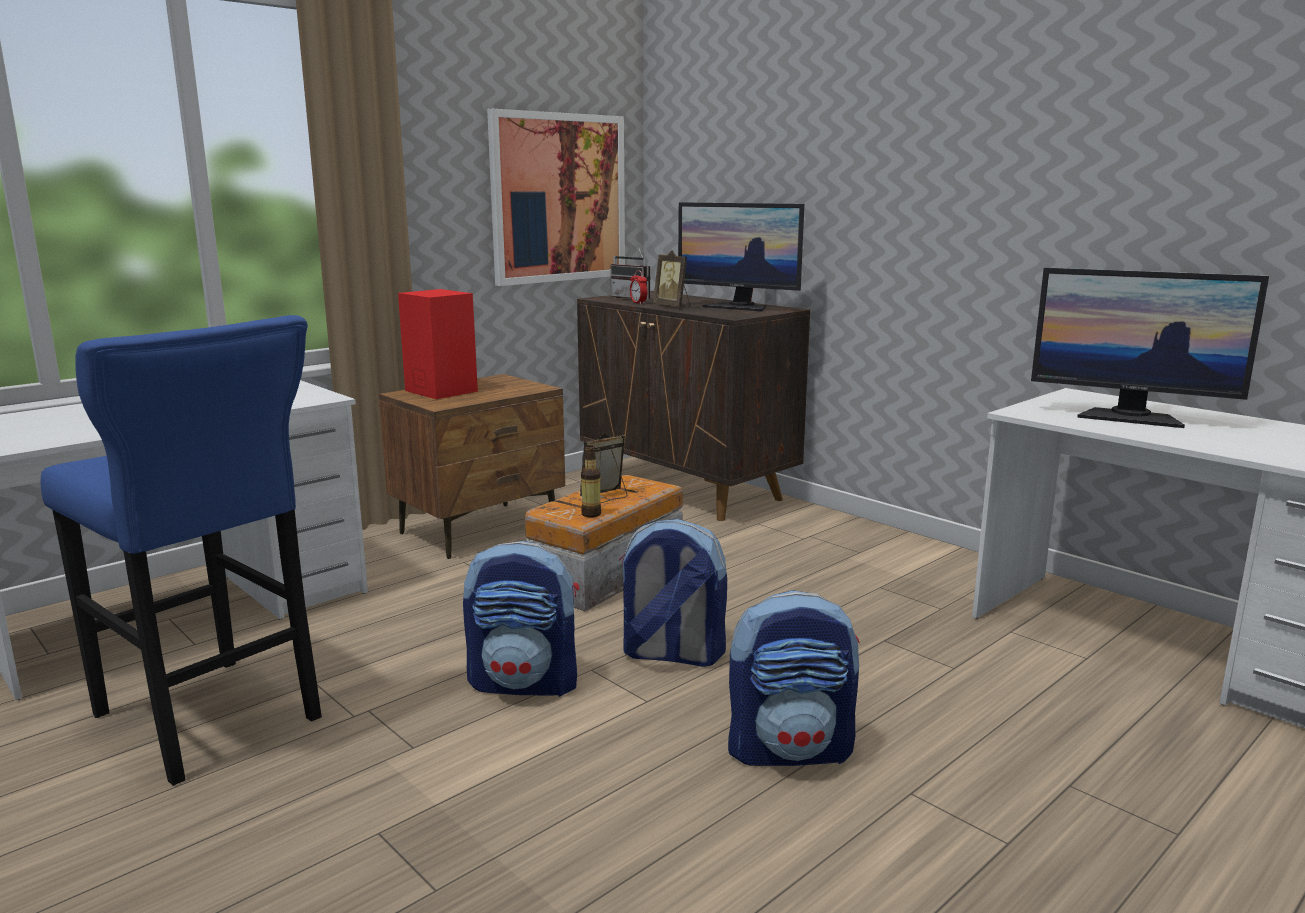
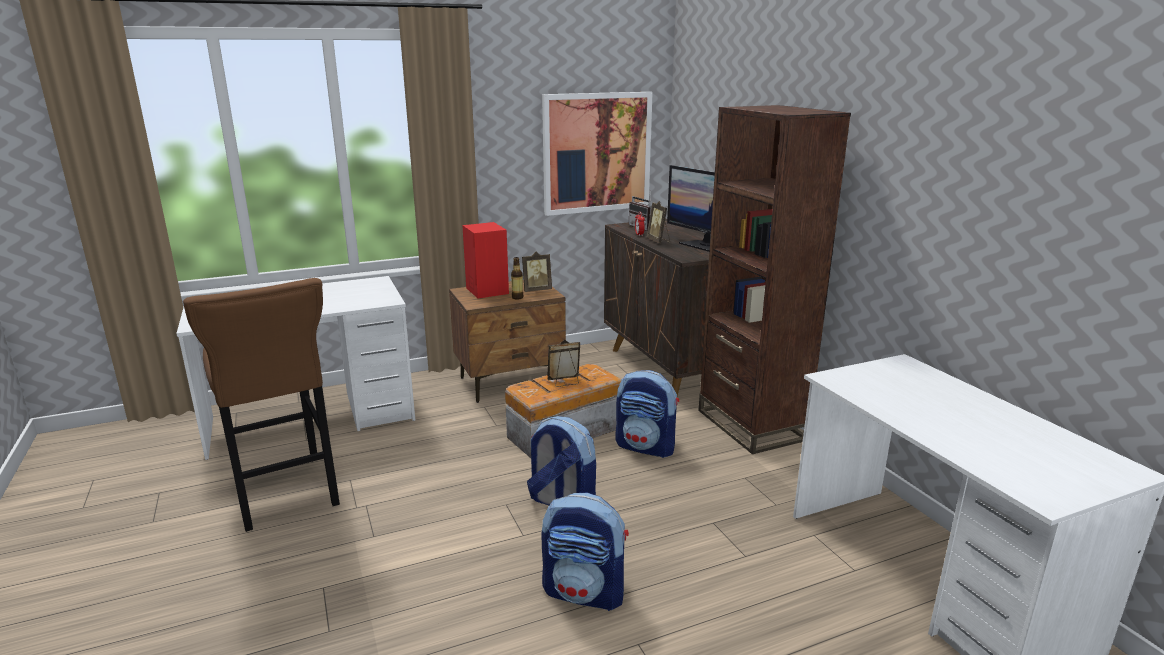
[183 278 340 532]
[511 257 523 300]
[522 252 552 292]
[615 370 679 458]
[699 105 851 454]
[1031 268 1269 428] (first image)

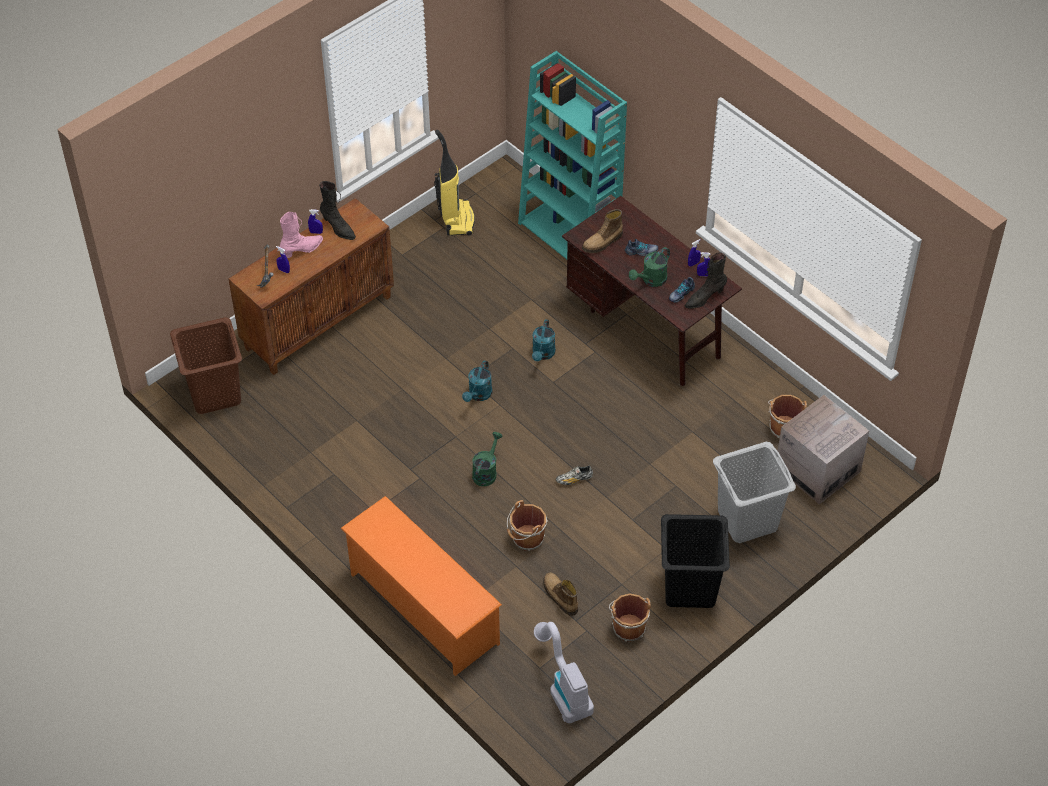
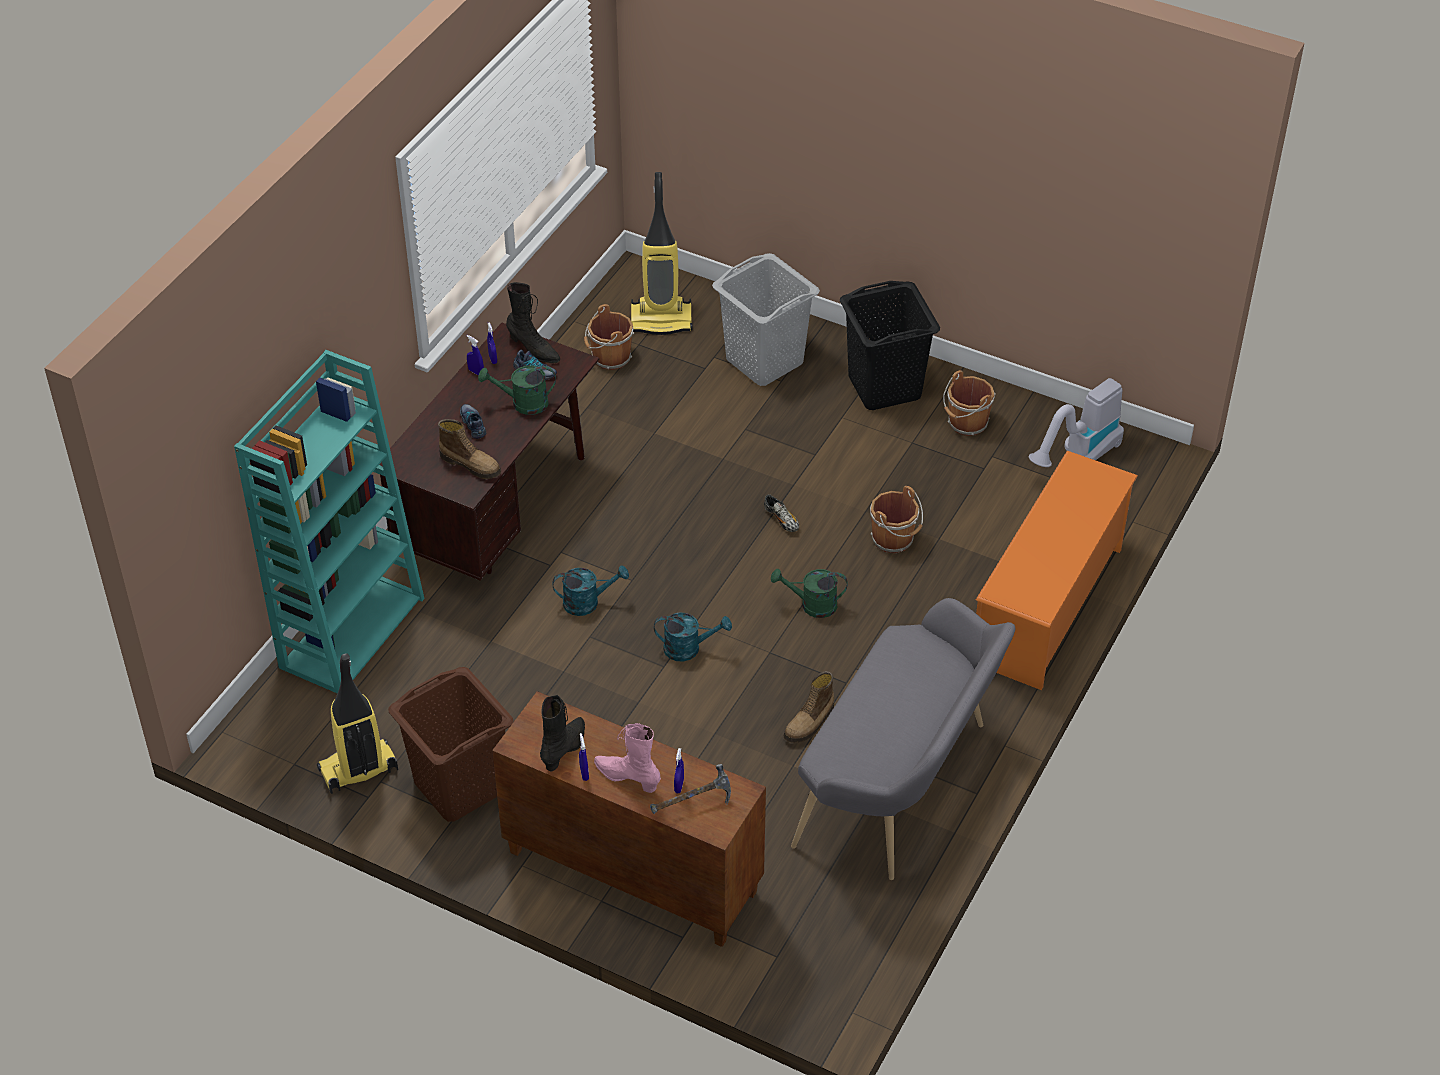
[388 667 513 822]
[478 365 556 415]
[631 172 693 335]
[783 671 834 743]
[791 598 1015 880]

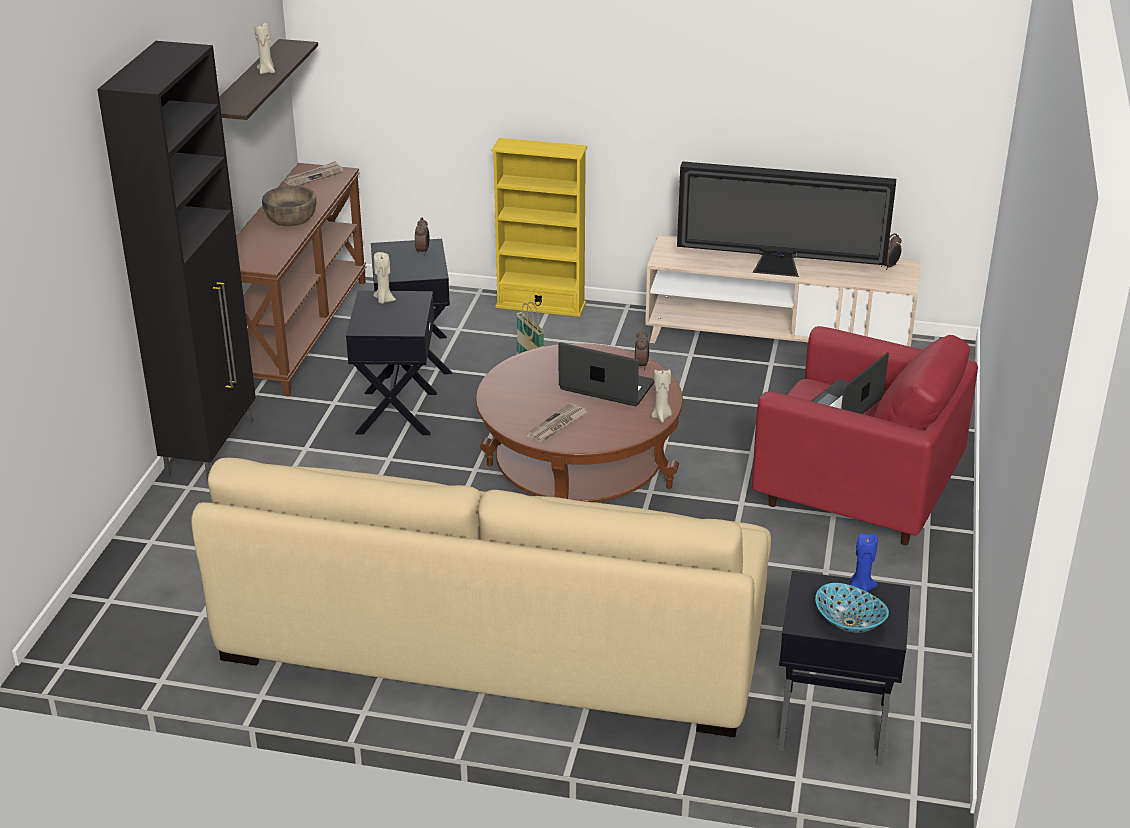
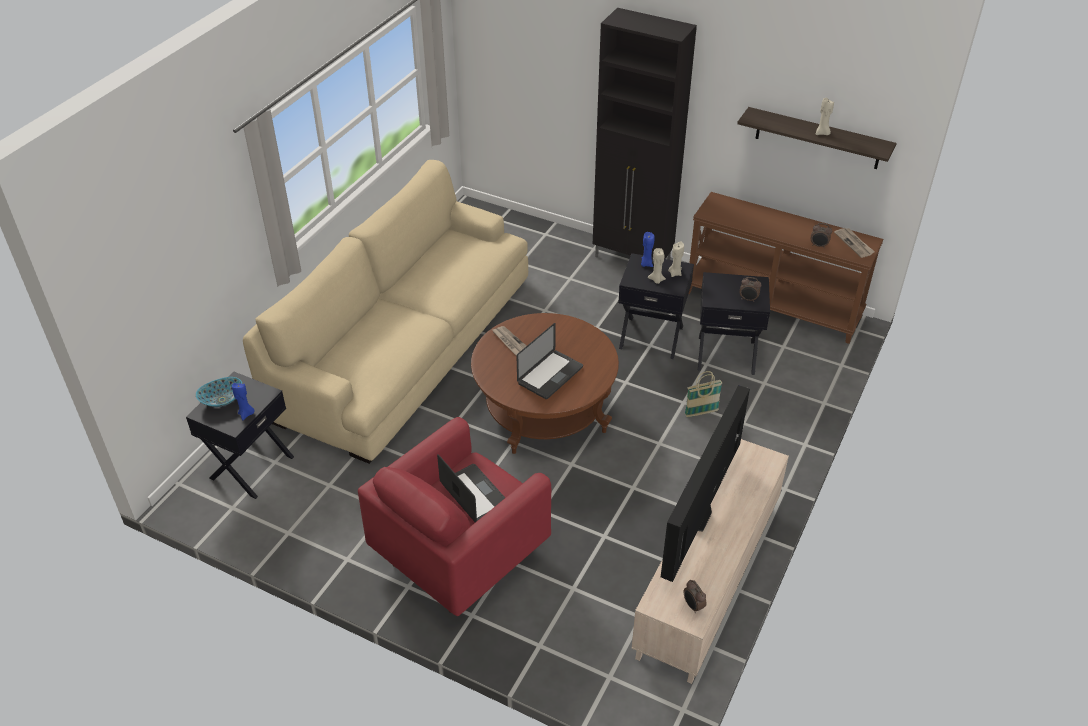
[641 232 655 267]
[648 248 666 284]
[811 223 832 247]
[262 186 317 226] (first image)
[491 138 587 317] (first image)

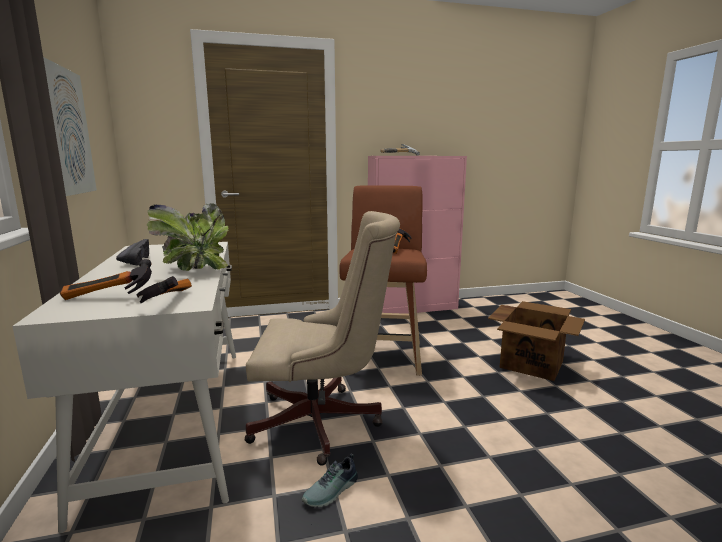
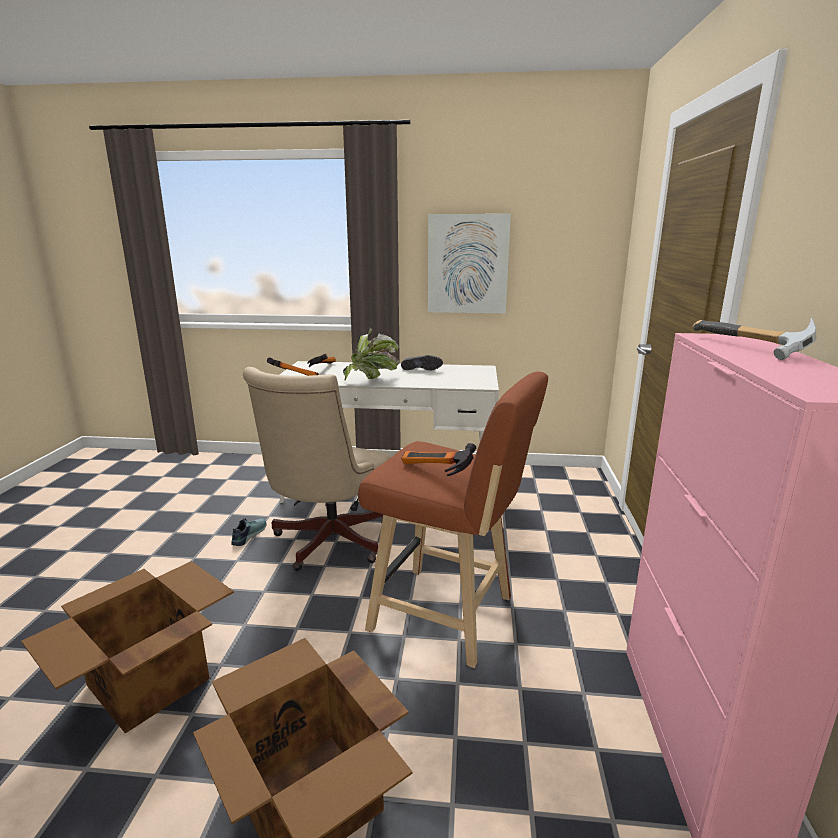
[21 561 234 734]
[231 518 266 546]

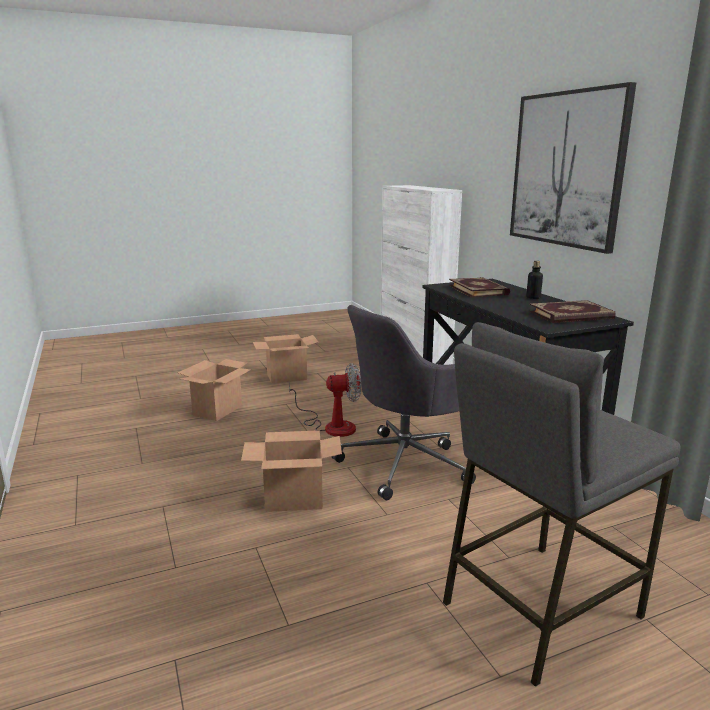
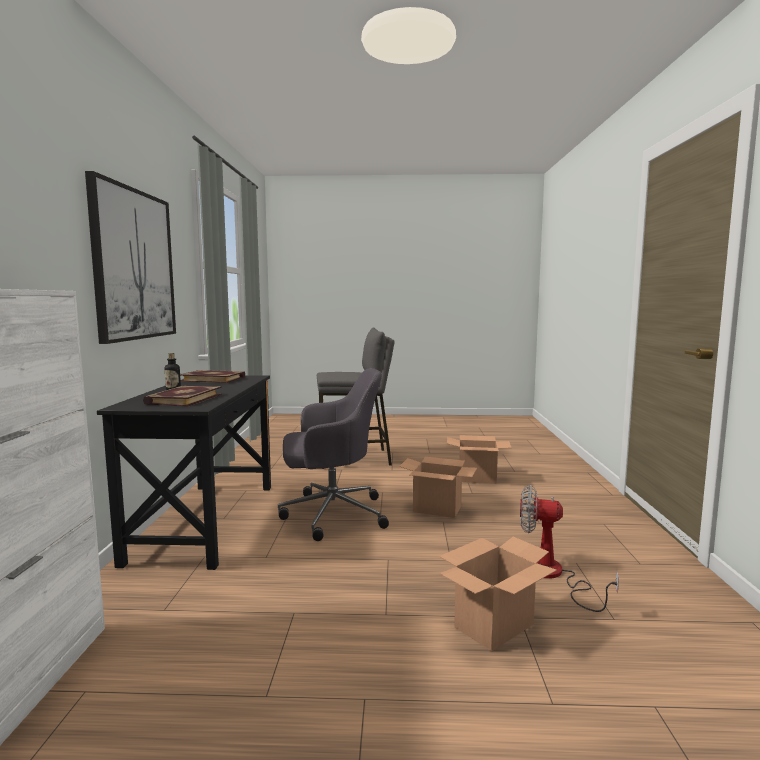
[447 435 511 484]
[520 485 619 612]

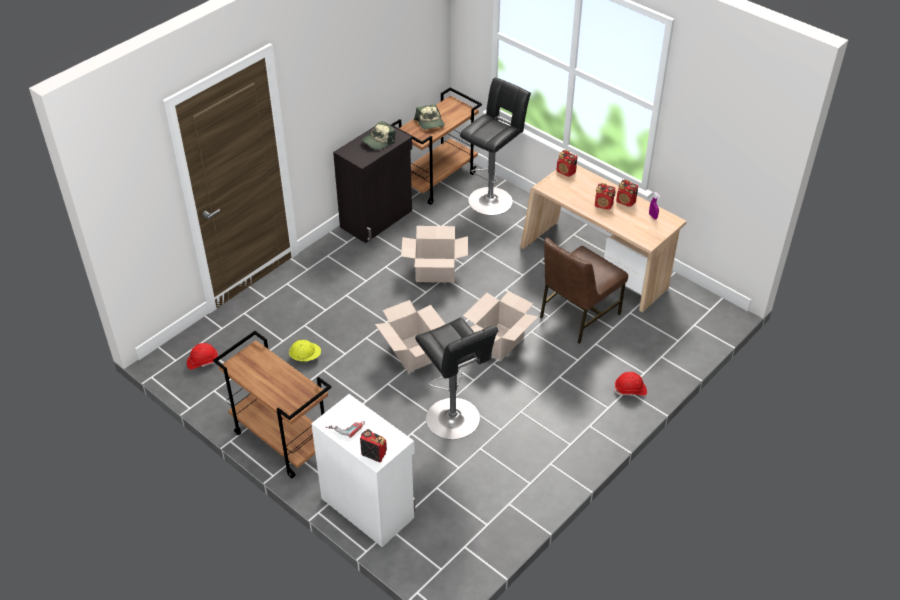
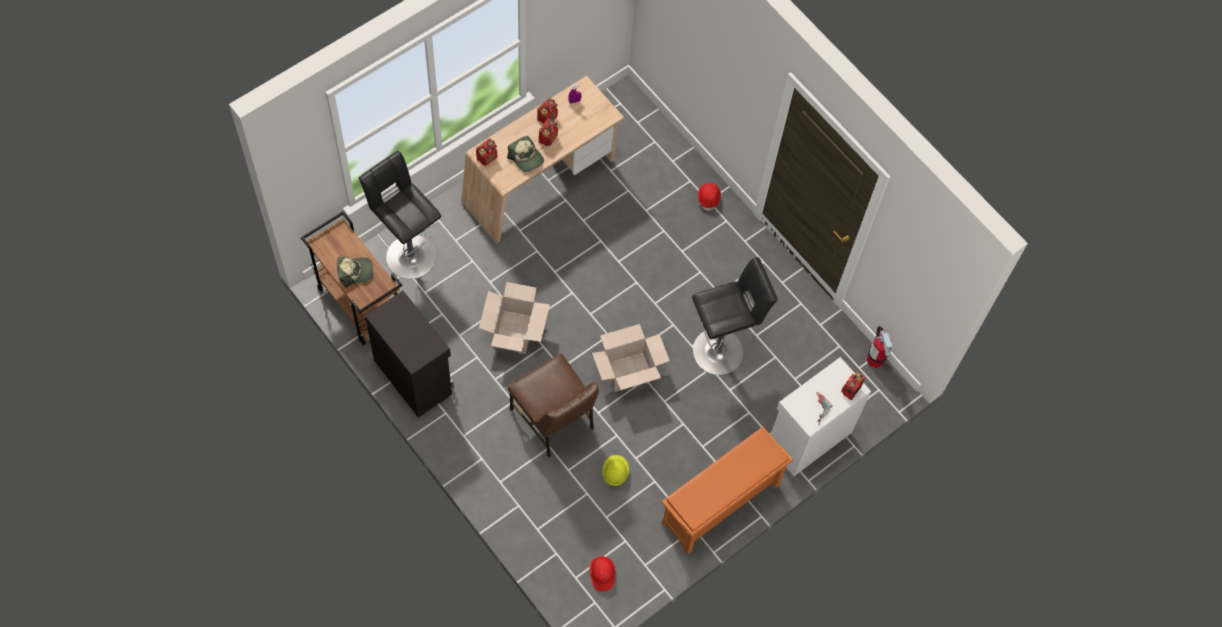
[507 136 544 172]
[508 354 599 457]
[662 427 793 555]
[867 326 893 368]
[463 291 538 361] (first image)

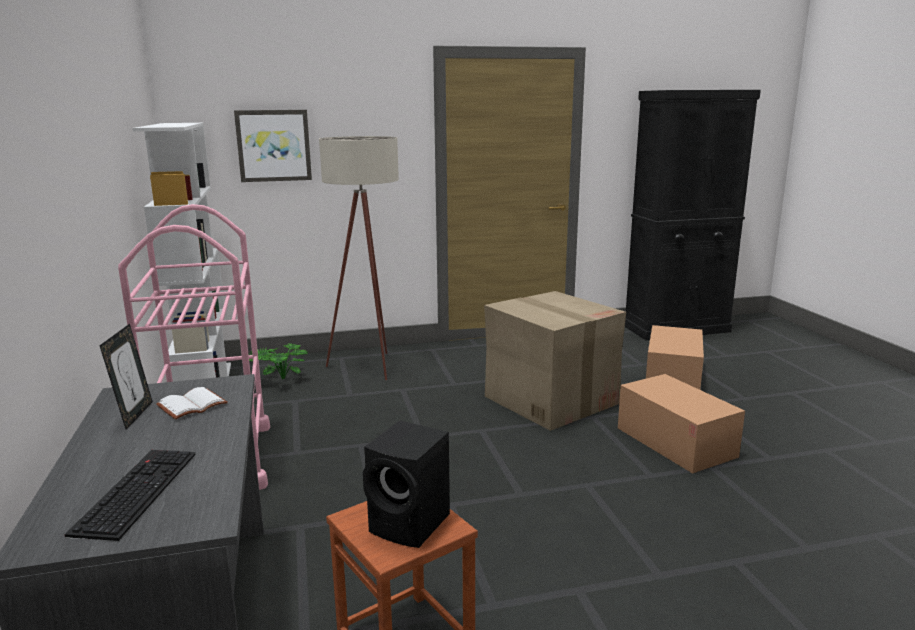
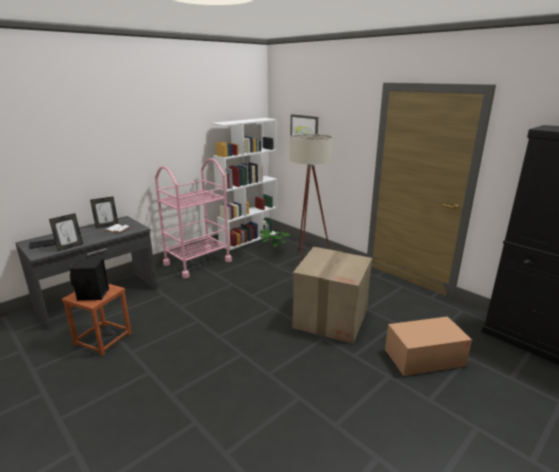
[49 213 83 251]
[618 374 745 473] (first image)

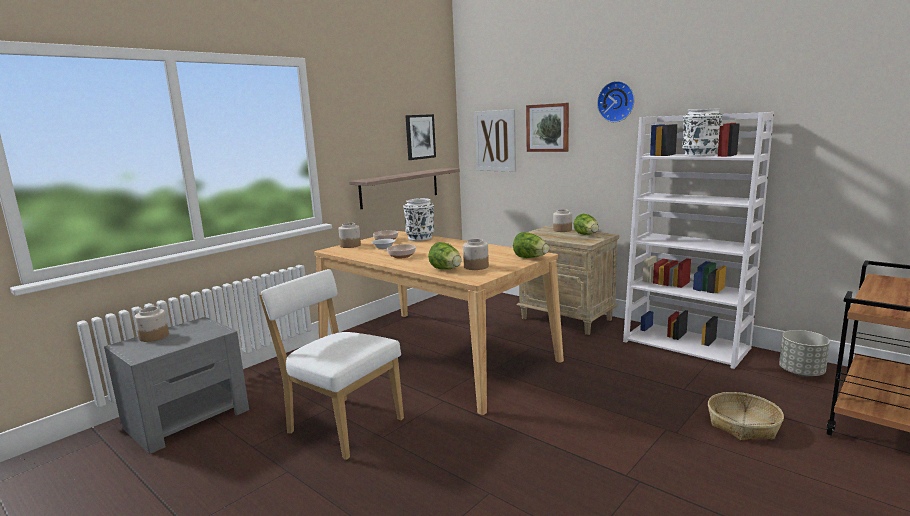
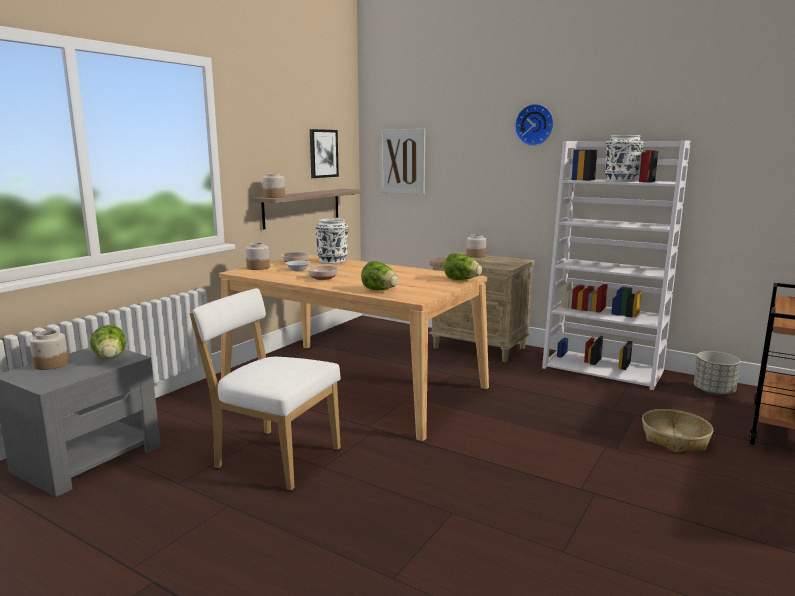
[90 325 126 359]
[263 173 285 198]
[526 103 569 152] (first image)

